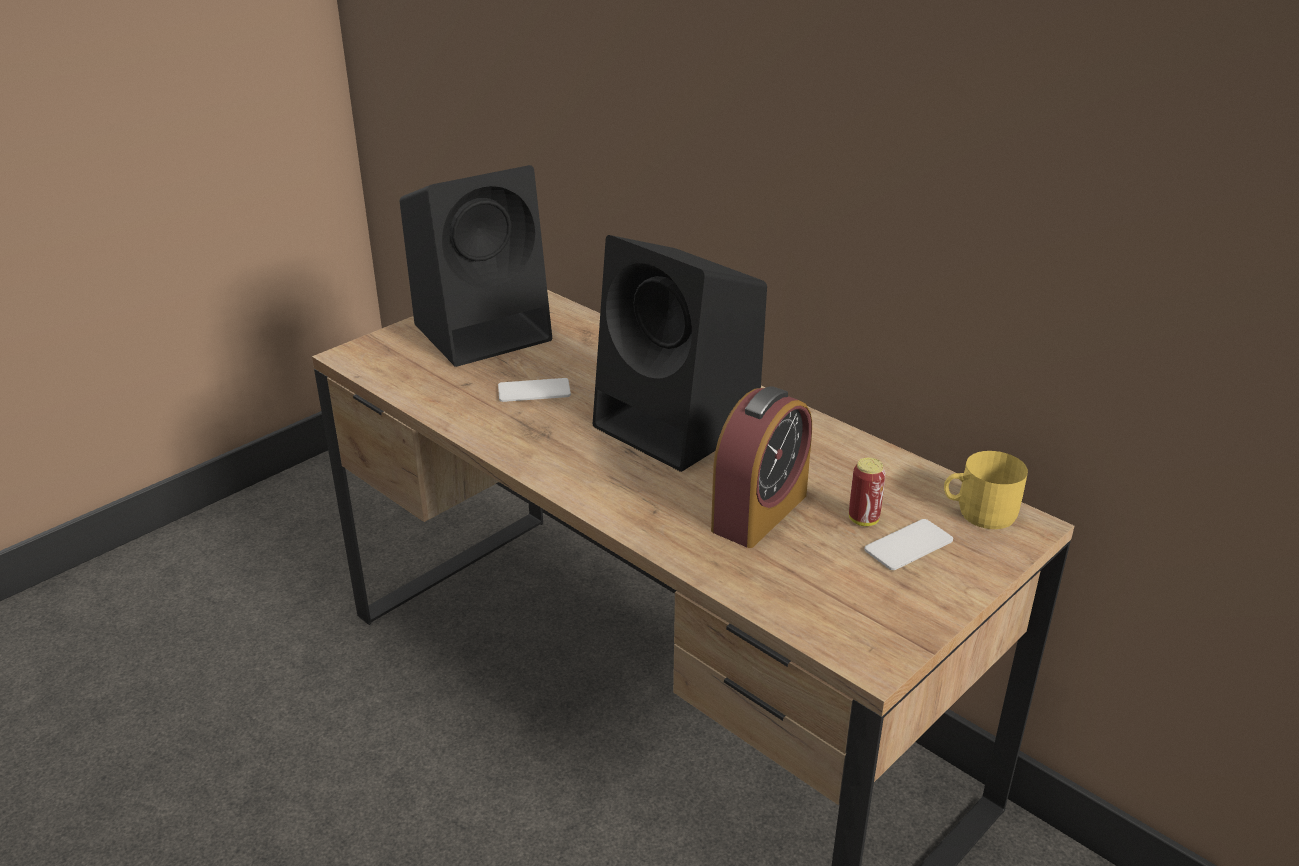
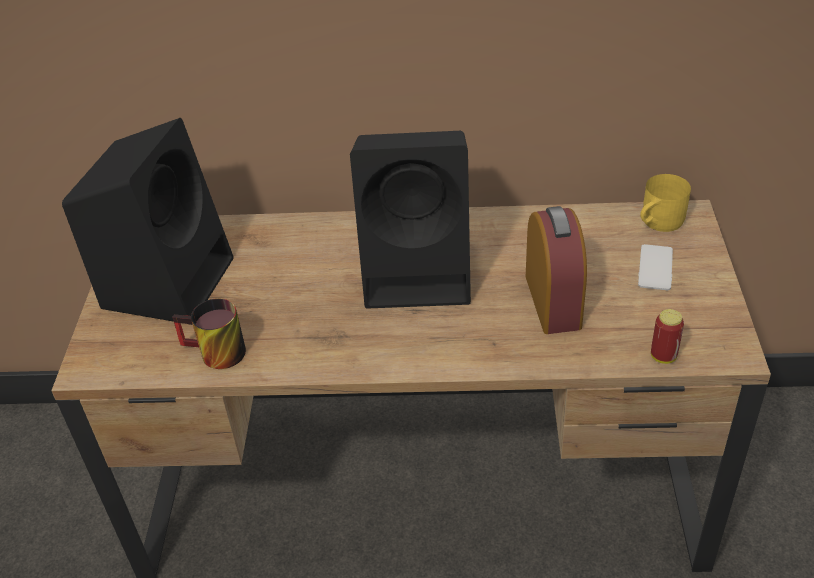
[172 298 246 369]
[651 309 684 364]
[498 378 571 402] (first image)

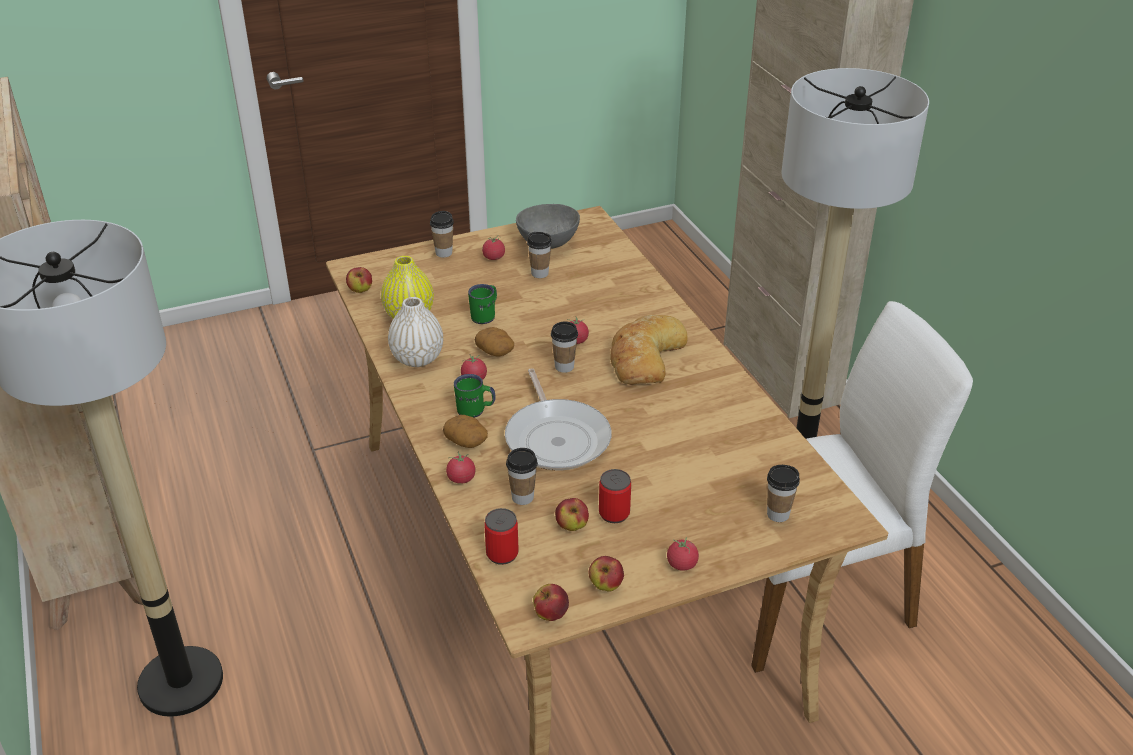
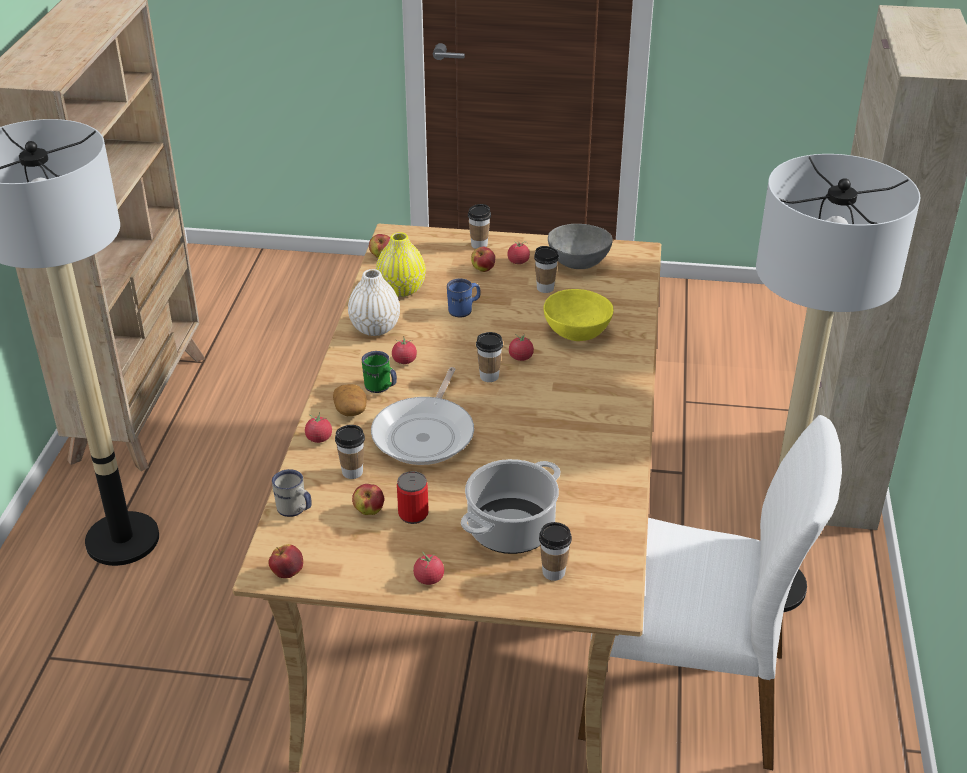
[272 469 312 517]
[447 278 481 317]
[461 459 560 554]
[471 247 495 272]
[543 289 613 341]
[475 327 514 356] (first image)
[610 315 688 385] (first image)

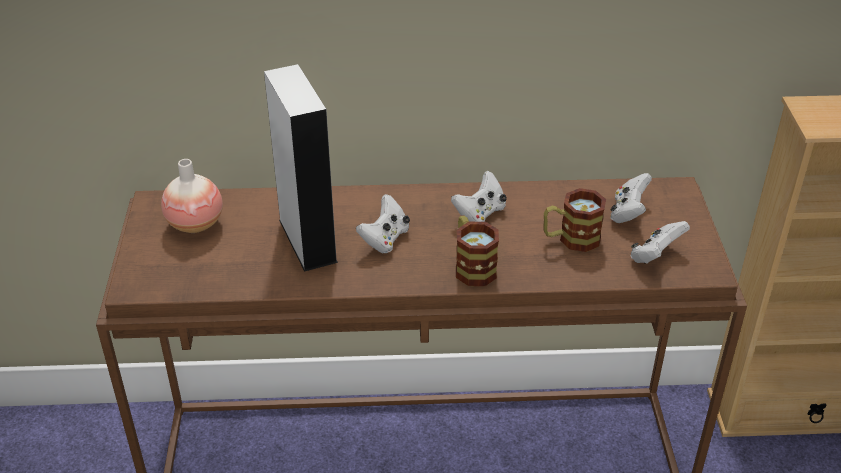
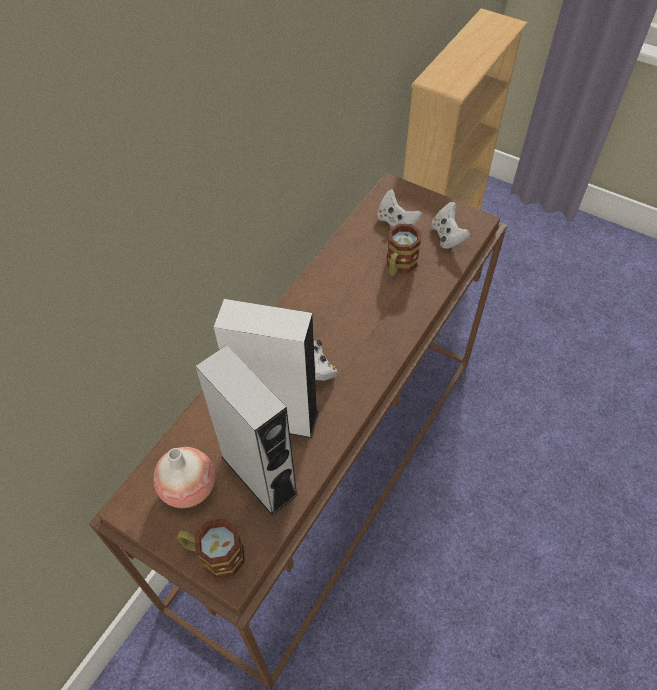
[177 518 245 579]
[195 345 299 516]
[451 171 507 222] (first image)

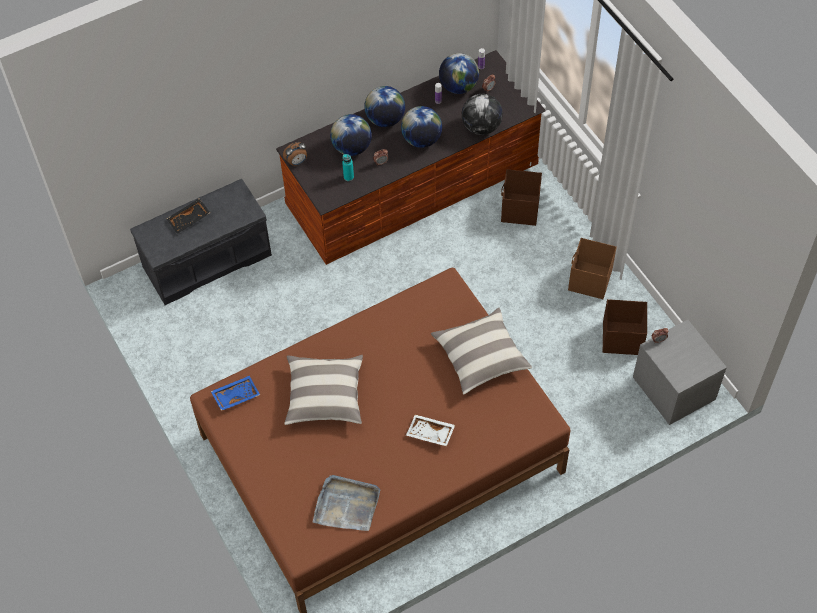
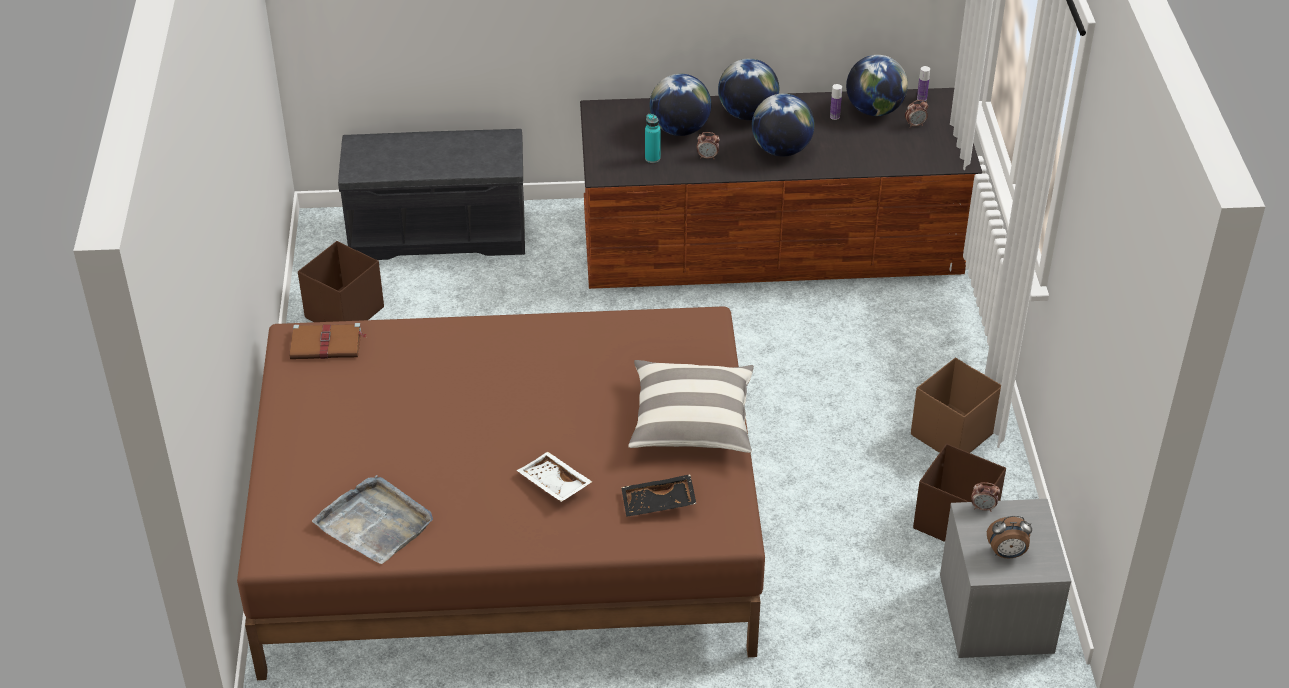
[290 323 366 359]
[298 241 384 322]
[621 474 696 517]
[987 516 1032 558]
[285 355 363 425] (first image)
[462 94 503 135] (first image)

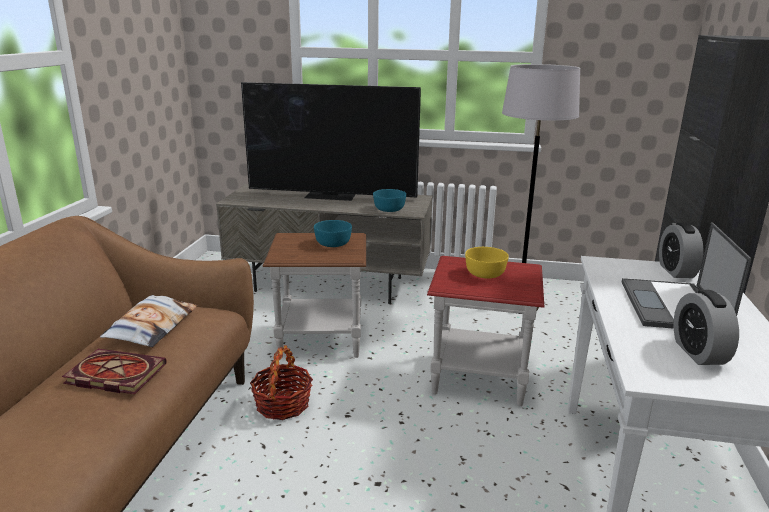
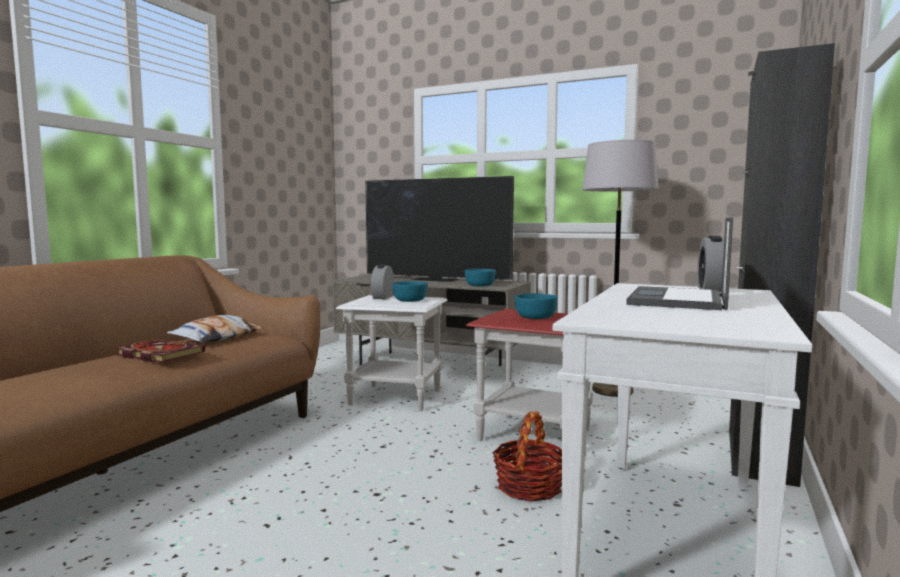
[336 295 447 411]
[371 264 394 299]
[492 411 562 501]
[515 294 558 319]

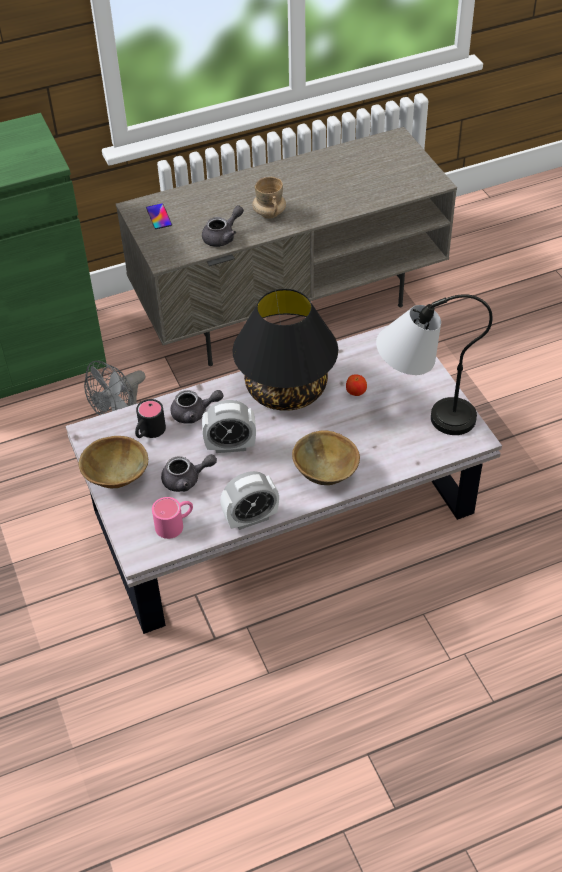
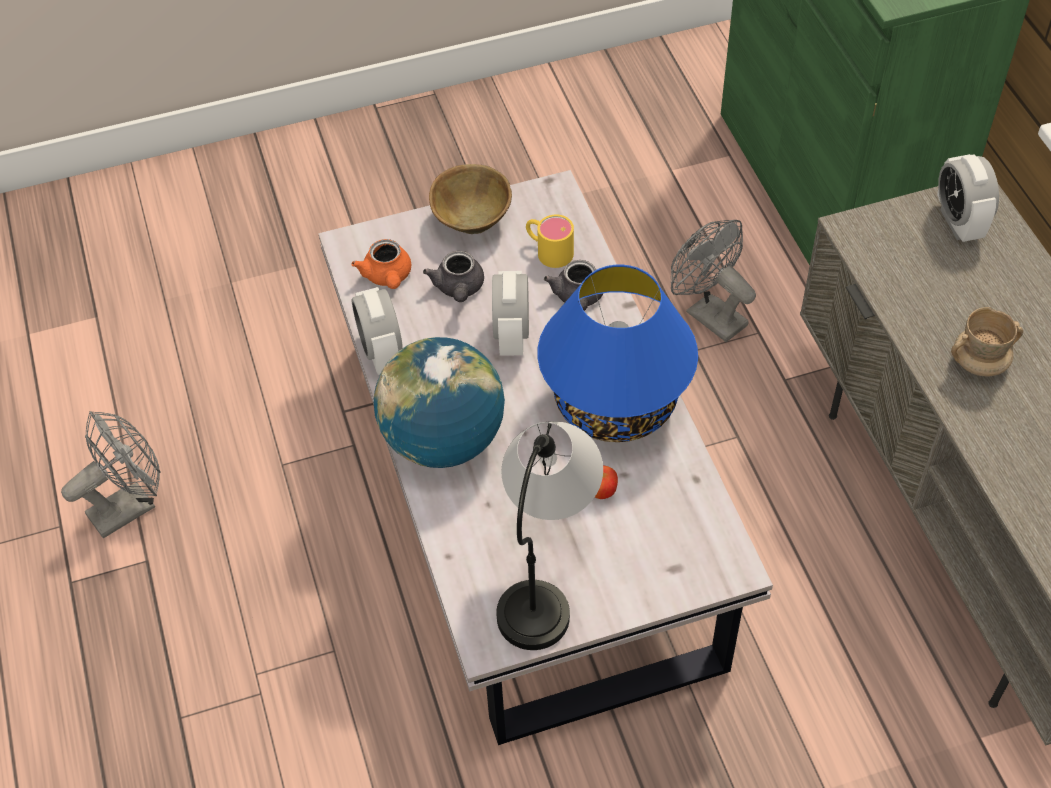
[61 411 161 538]
[351 239 411 289]
[374 337 505 468]
[526 215 574 268]
[537 265 698 442]
[937 154 999 242]
[202 205 244 247] (first image)

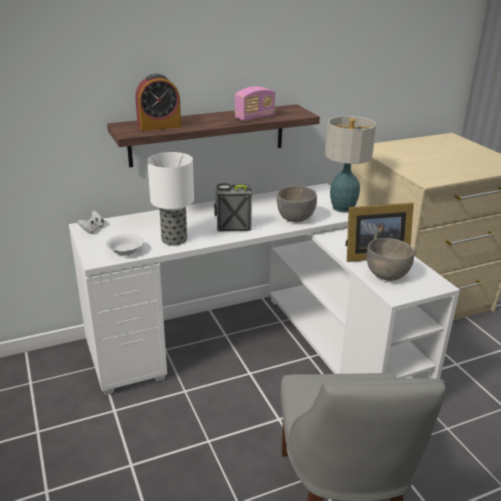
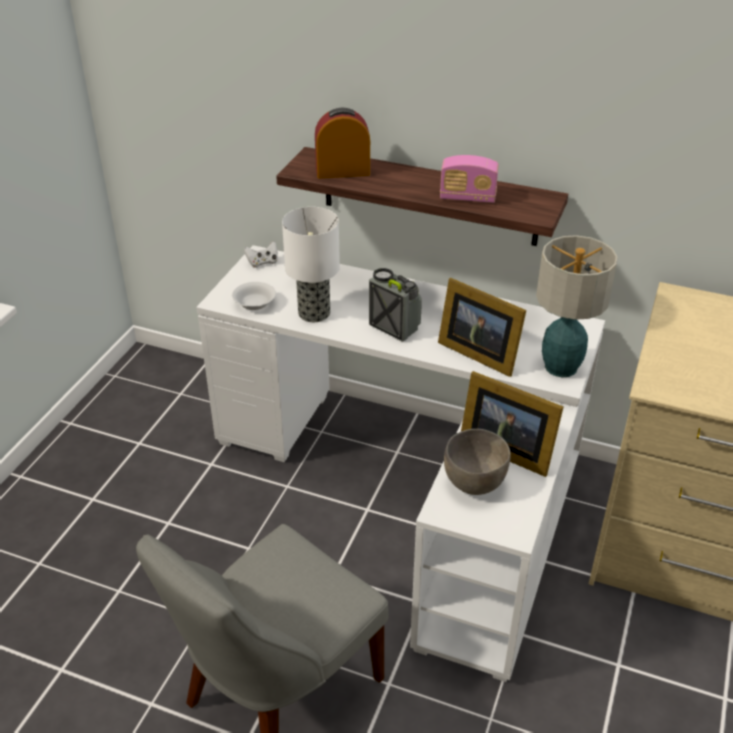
[315 107 370 179]
[438 278 526 377]

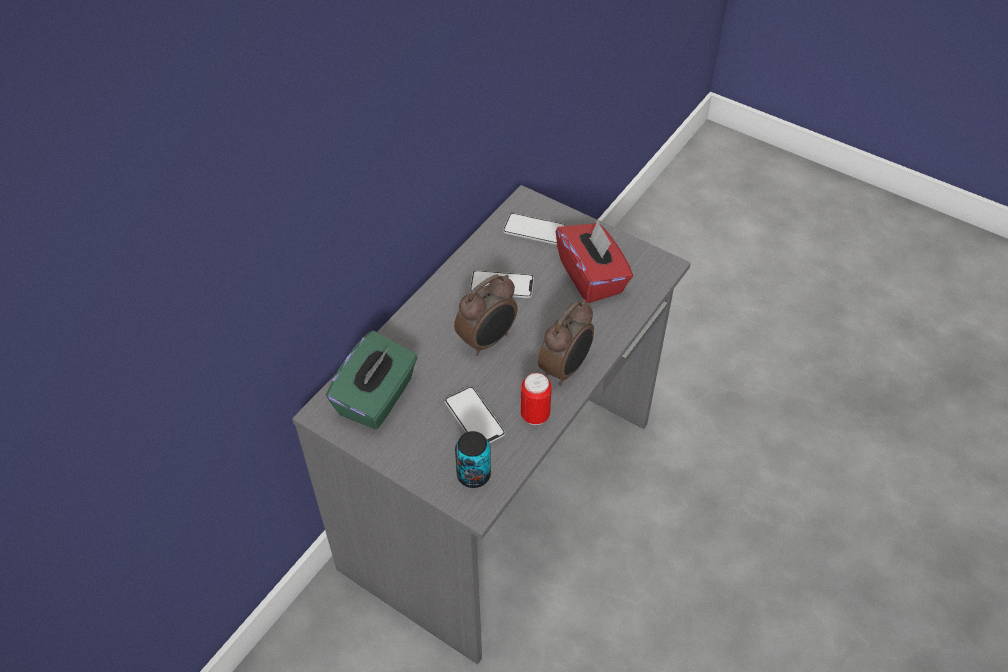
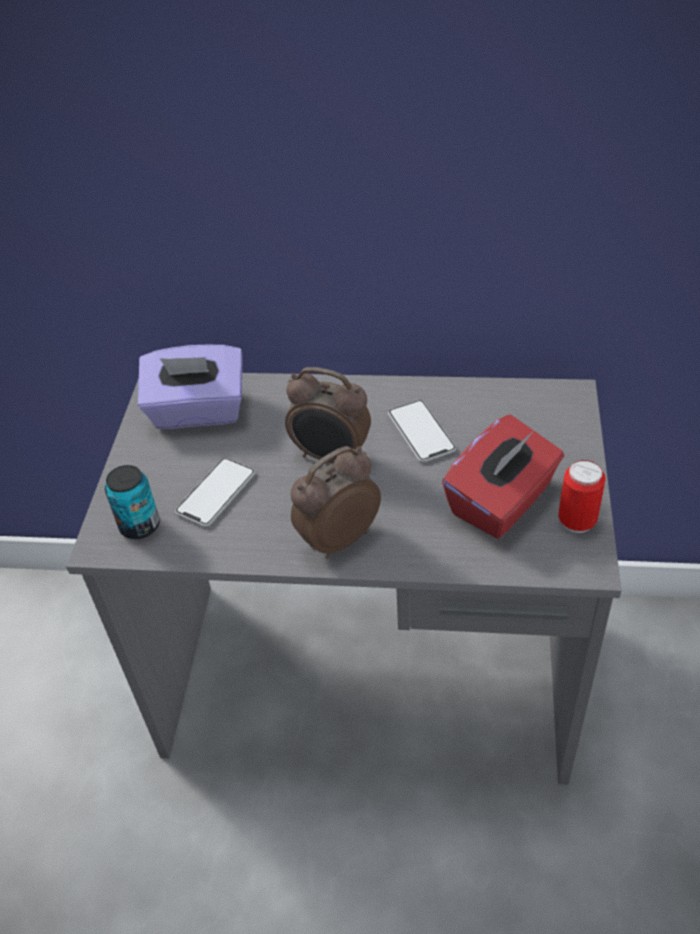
[138 345 243 429]
[291 446 381 559]
[558 460 606 533]
[503 213 566 245] (first image)

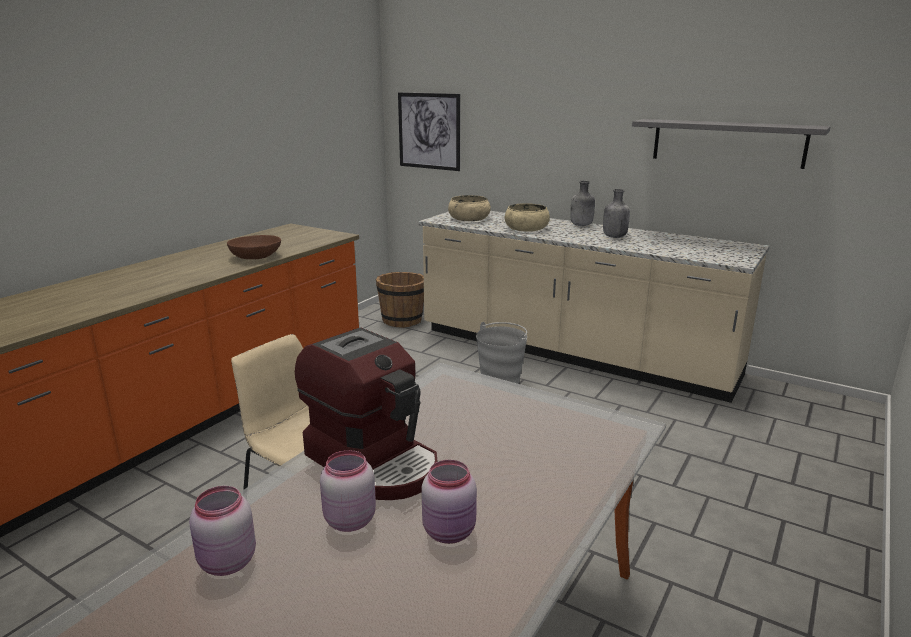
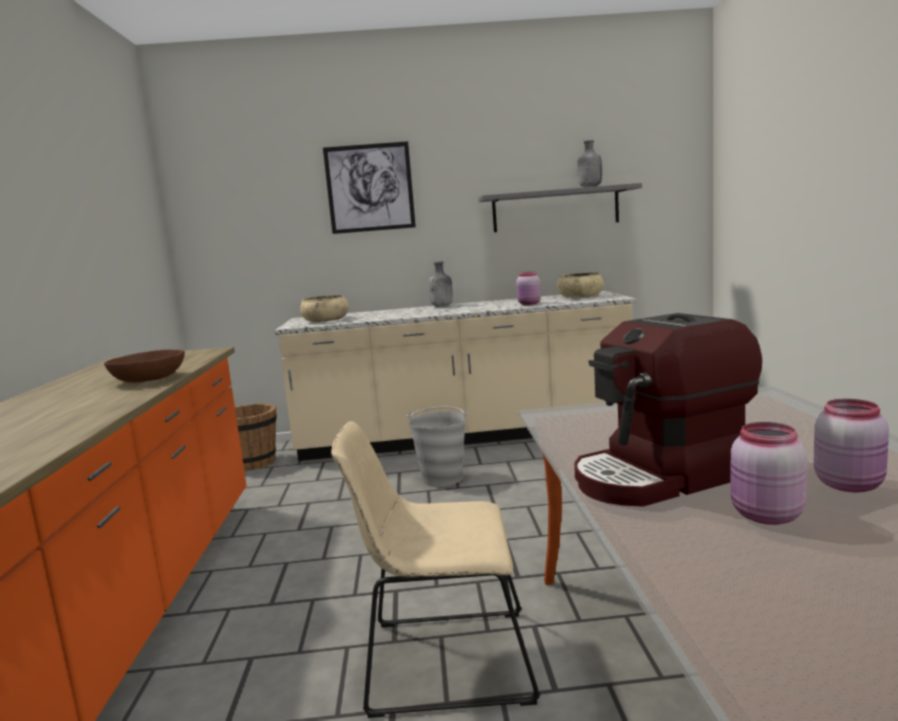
[323 141 416 234]
[516 272 541 305]
[557 273 604 298]
[574 313 762 507]
[577 140 602 187]

